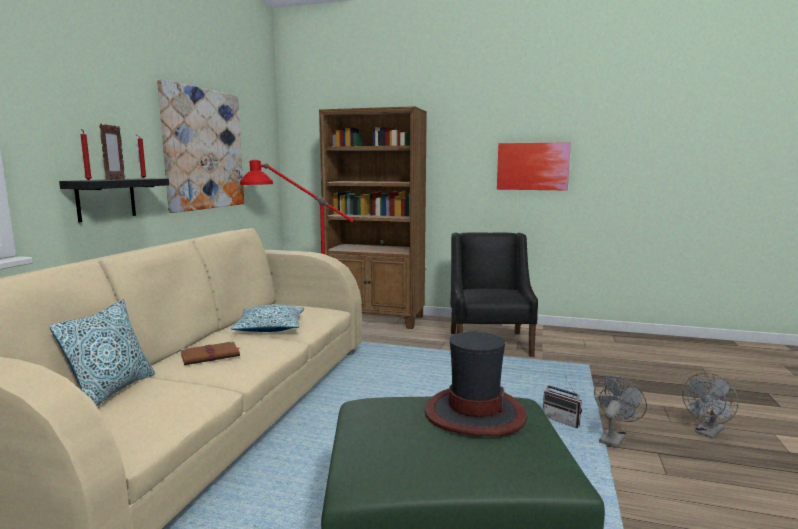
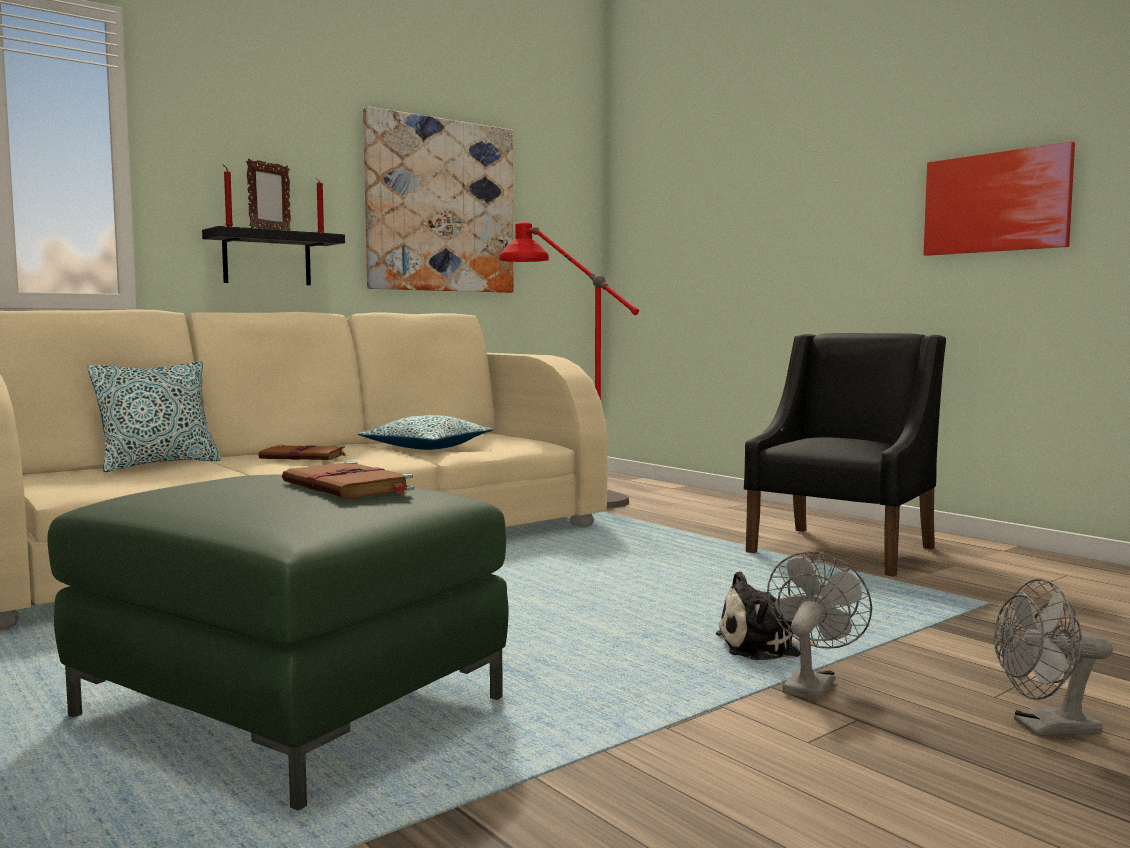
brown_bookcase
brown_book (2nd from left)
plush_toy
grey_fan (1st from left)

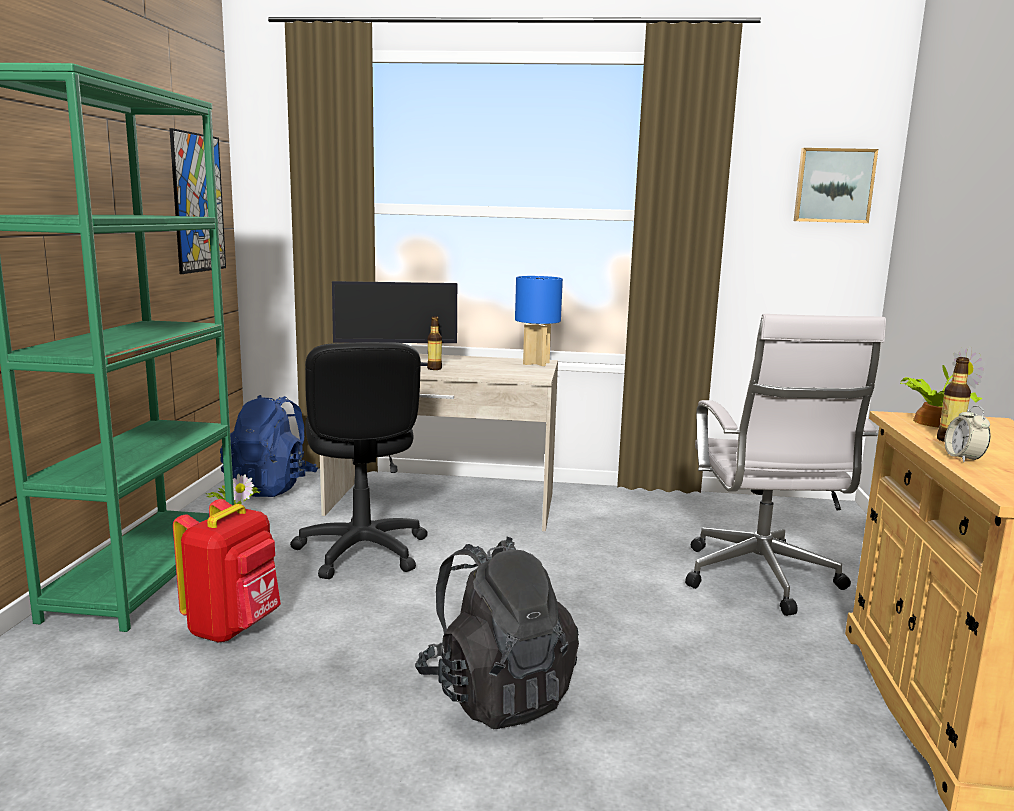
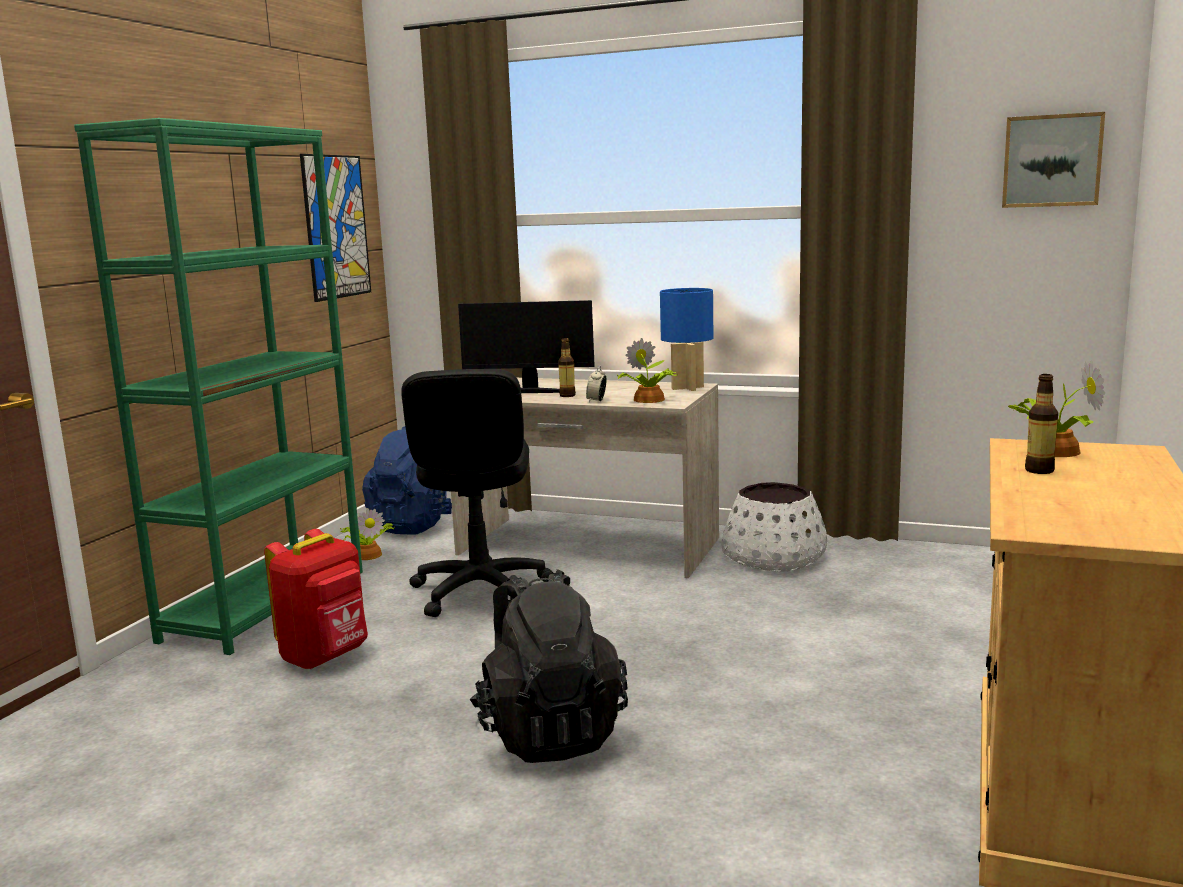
white_office_chair
alarm_clock
potted_plant (2nd from left)
white_planter

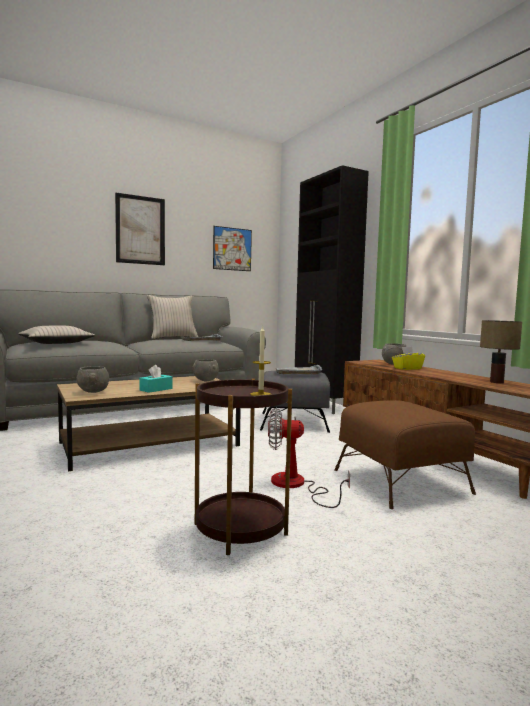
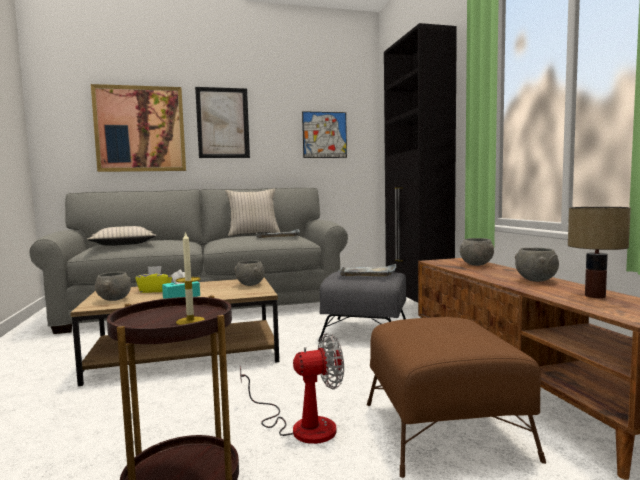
fan
yellow_tissue_box
picture (1st from left)
grey_bowl (4th from left)

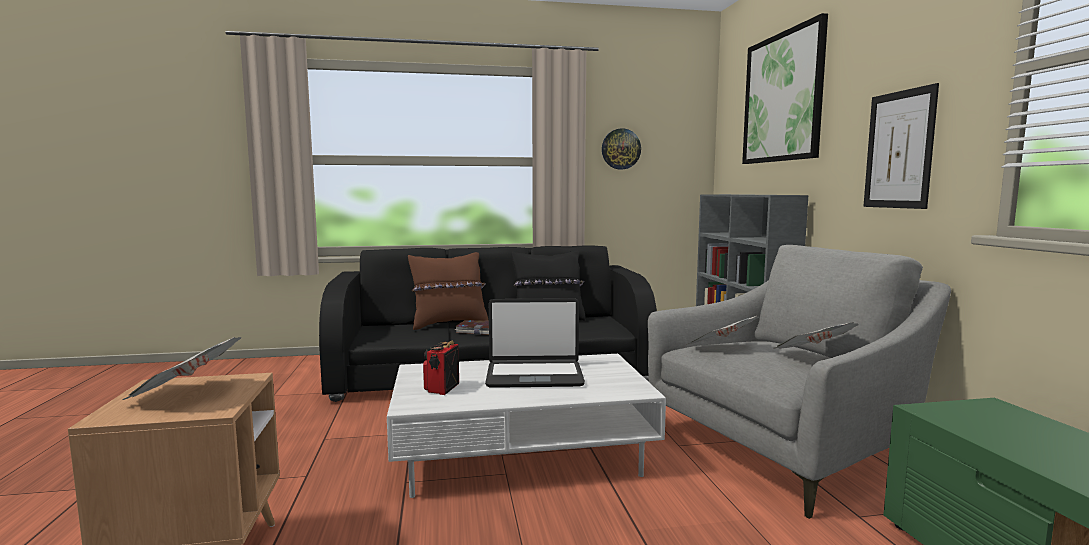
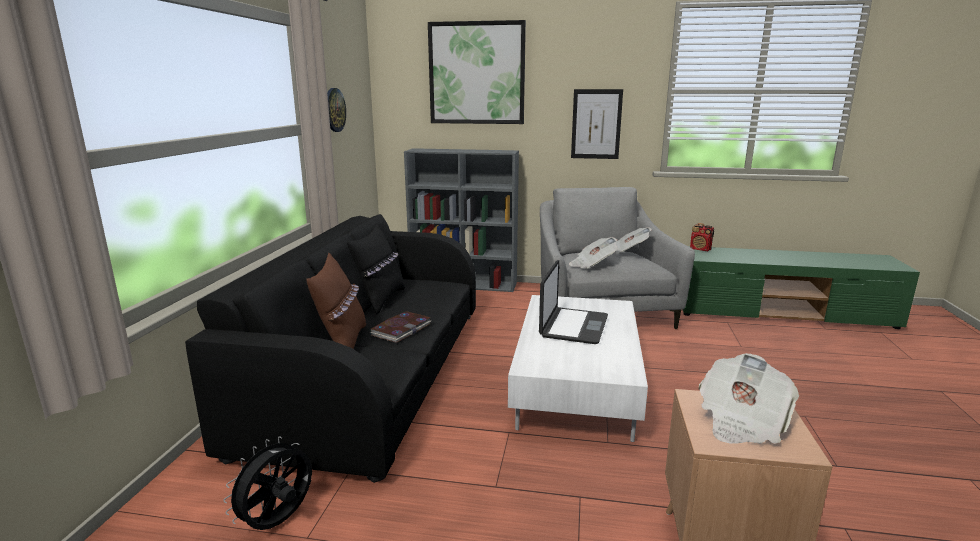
radio
black_fan

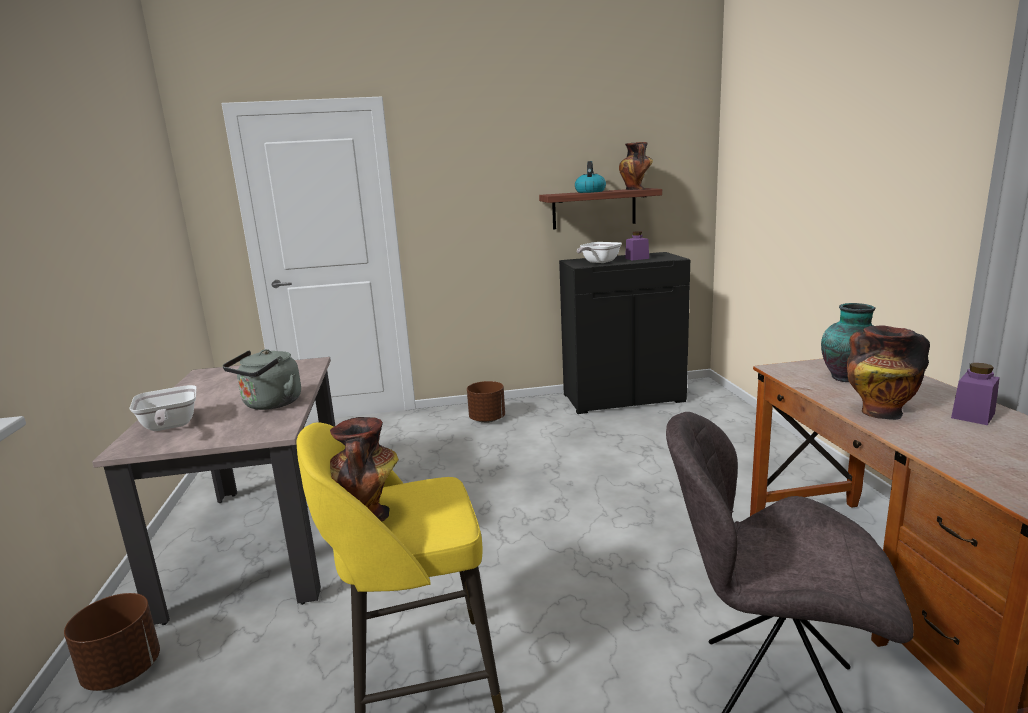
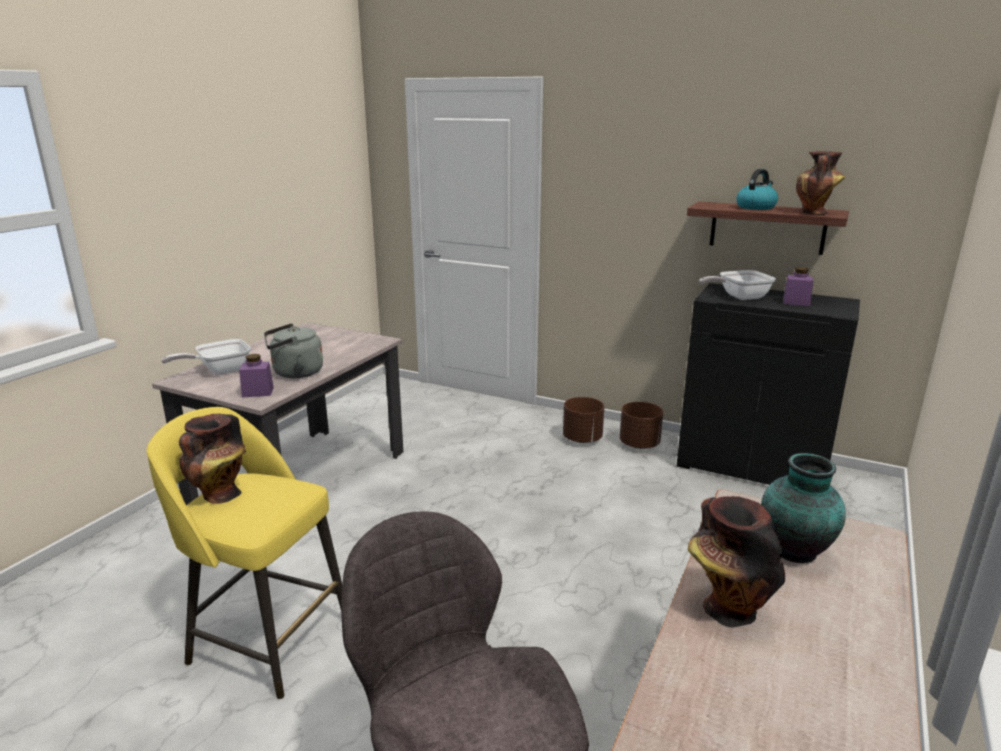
brown_planter (2nd from left)
frying_pan (1st from left)
purple_jar (1st from left)

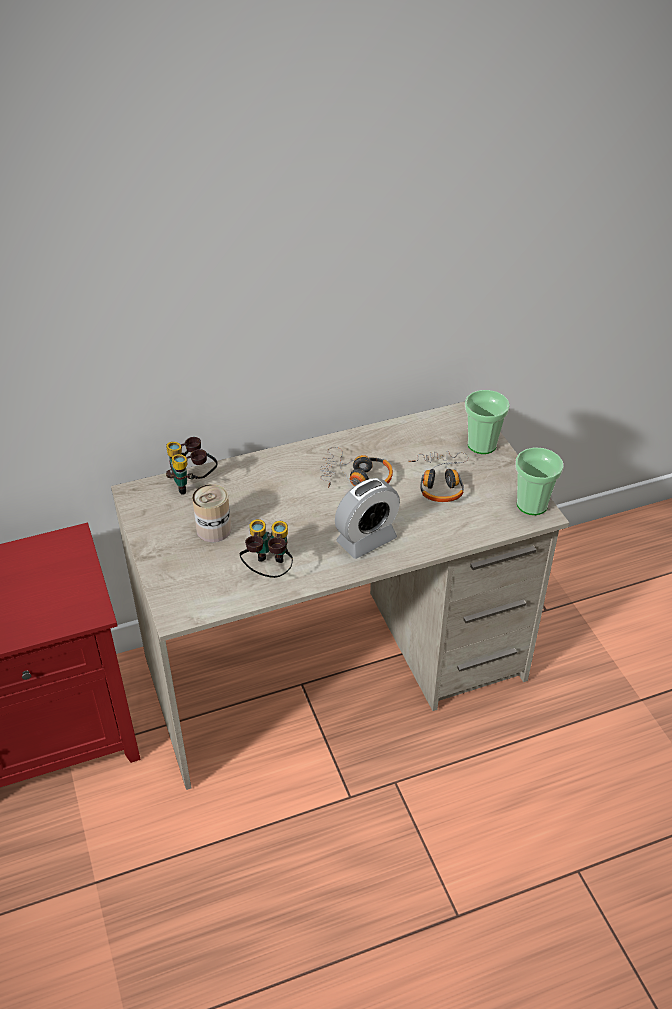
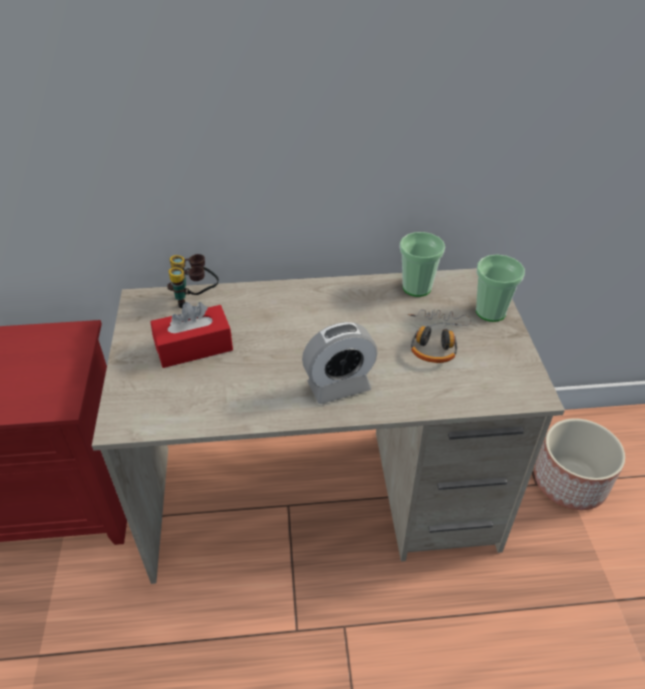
red_tissue_box
binoculars (2nd from left in the first image)
headphones (1st from left in the first image)
cup (1st from left)
planter

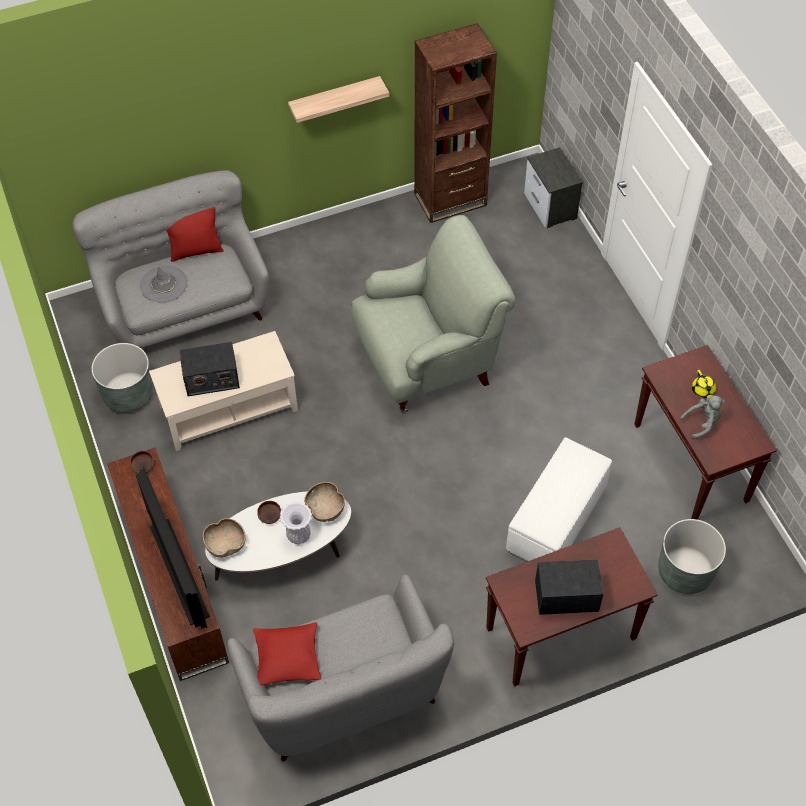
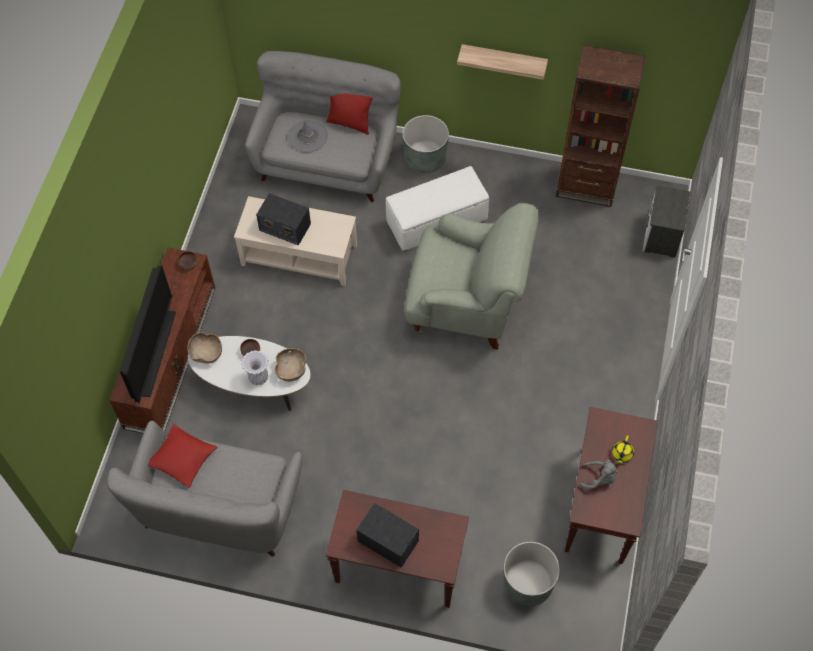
grey_planter (1st from left)
white_ottoman

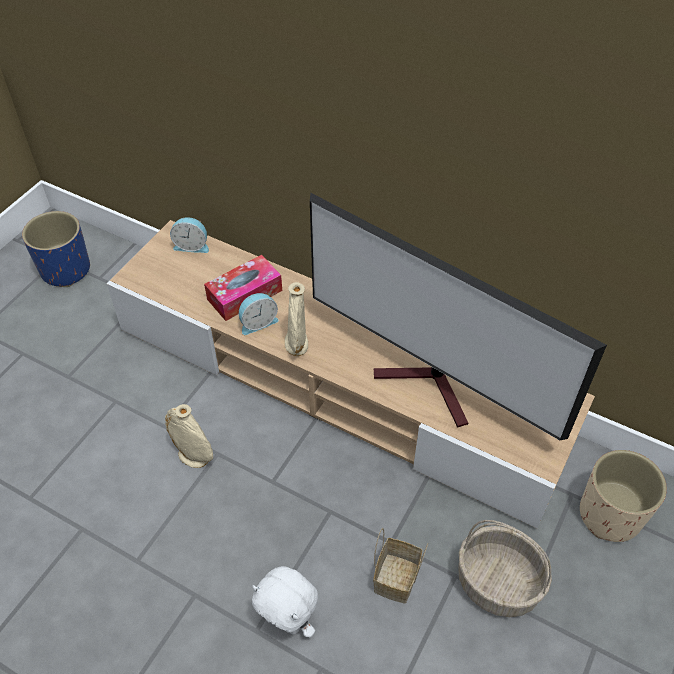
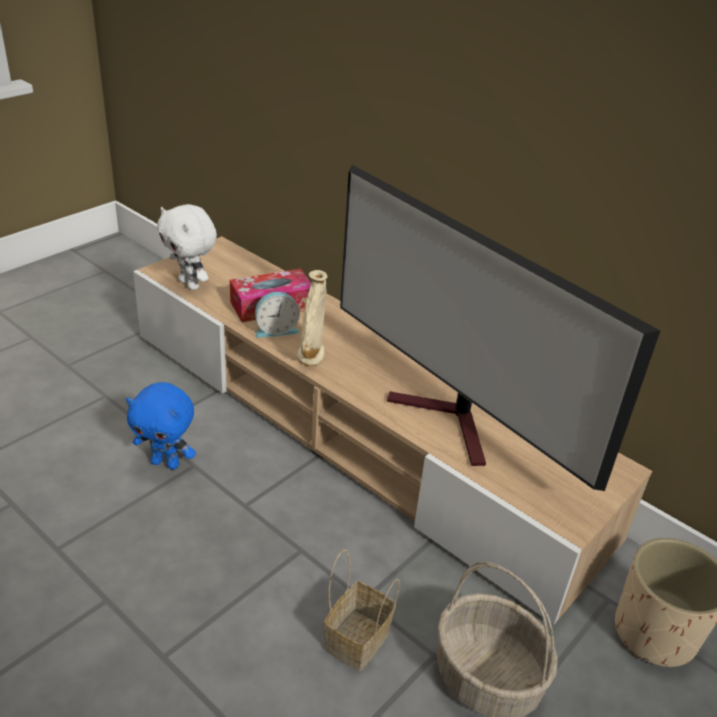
blue_planter
blue_plush_toy
alarm_clock (1st from left in the first image)
white_plush_toy

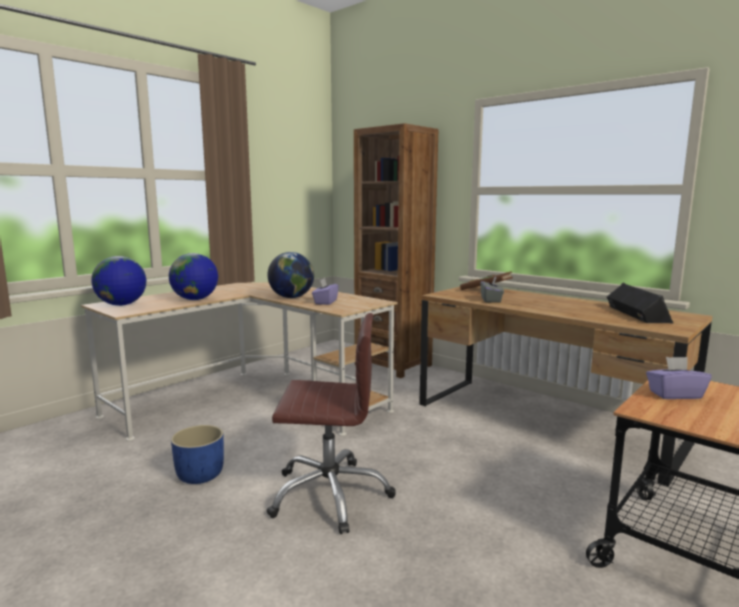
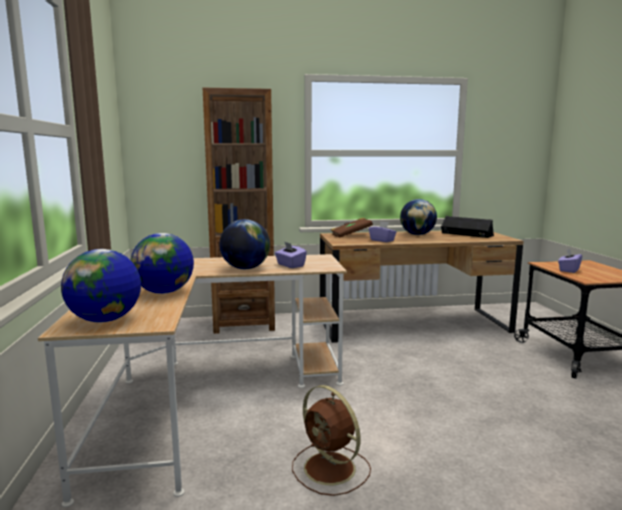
brown_fan
brown_office_chair
purple_tissue_box (2nd from left)
globe (4th from left)

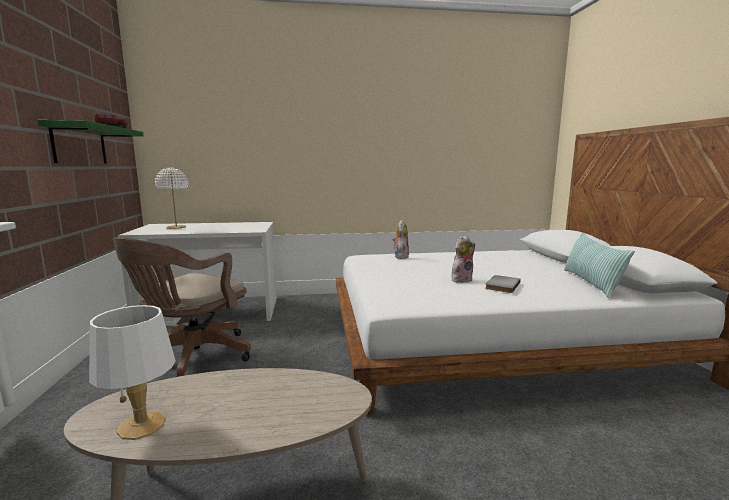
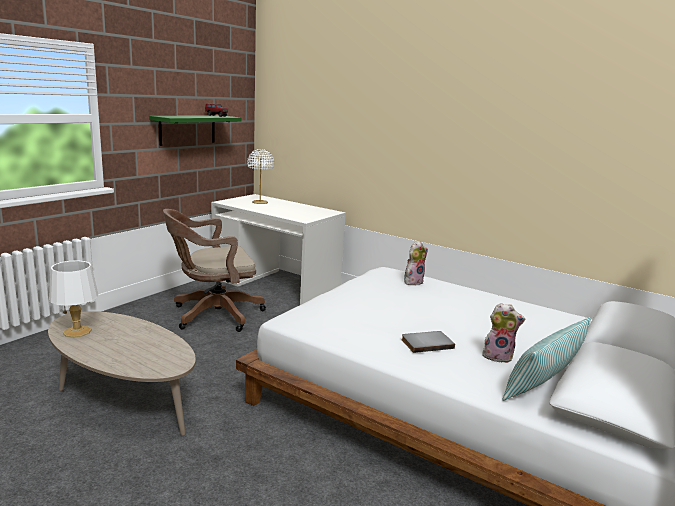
plush_toy (2nd from left)

